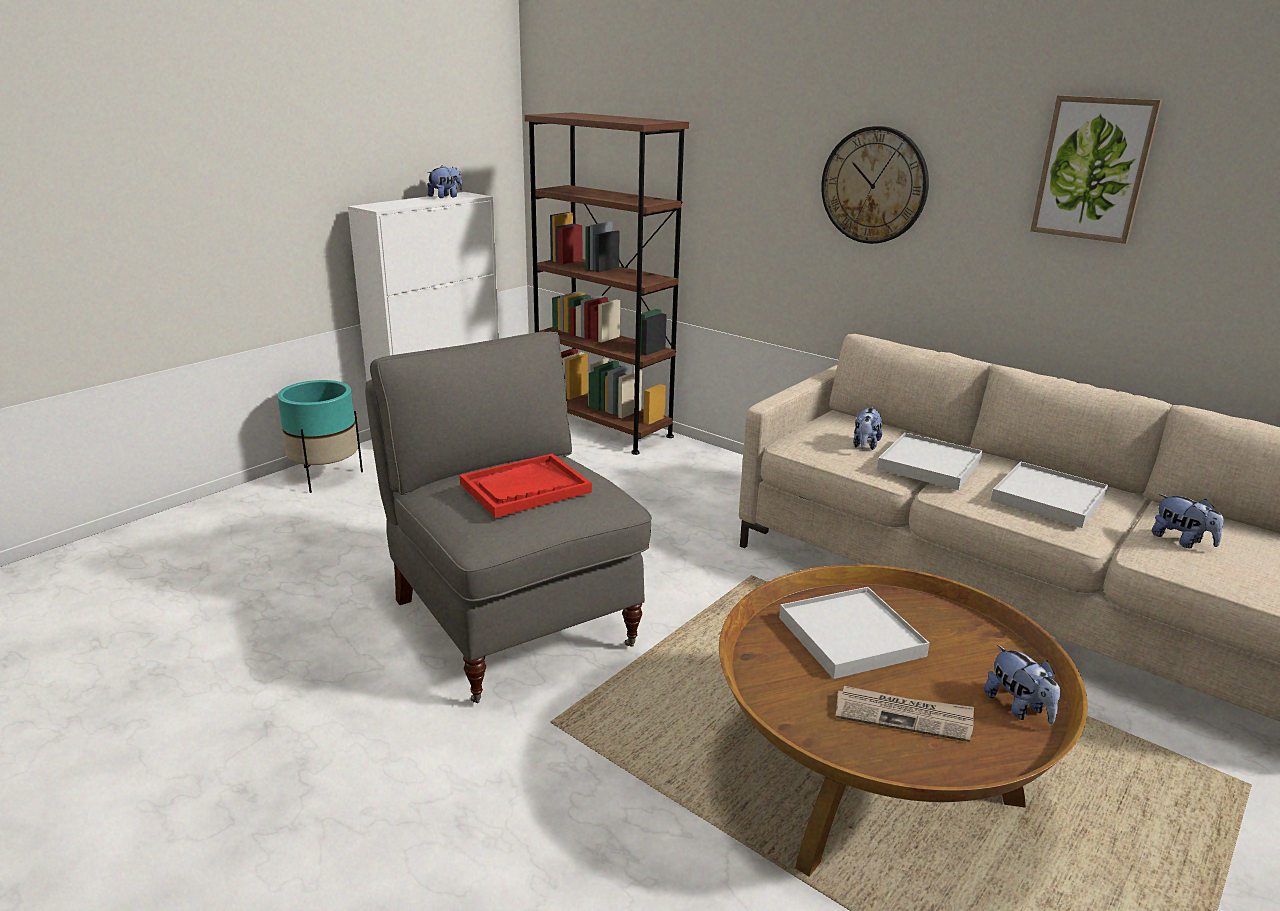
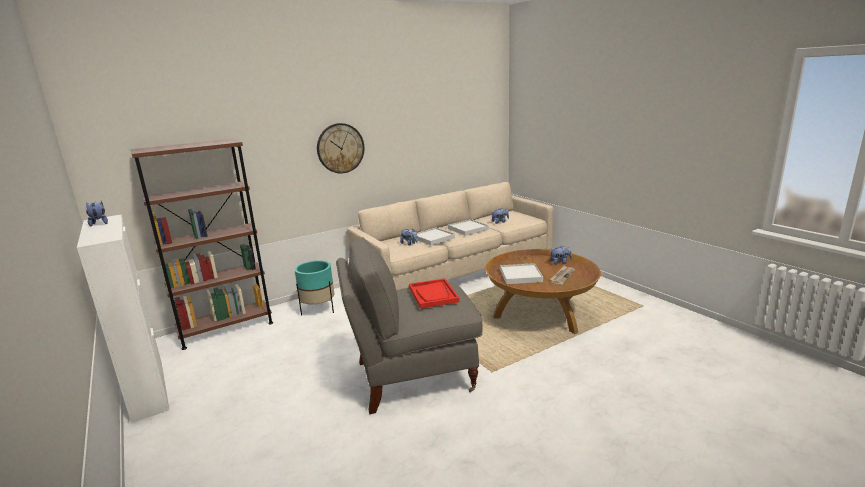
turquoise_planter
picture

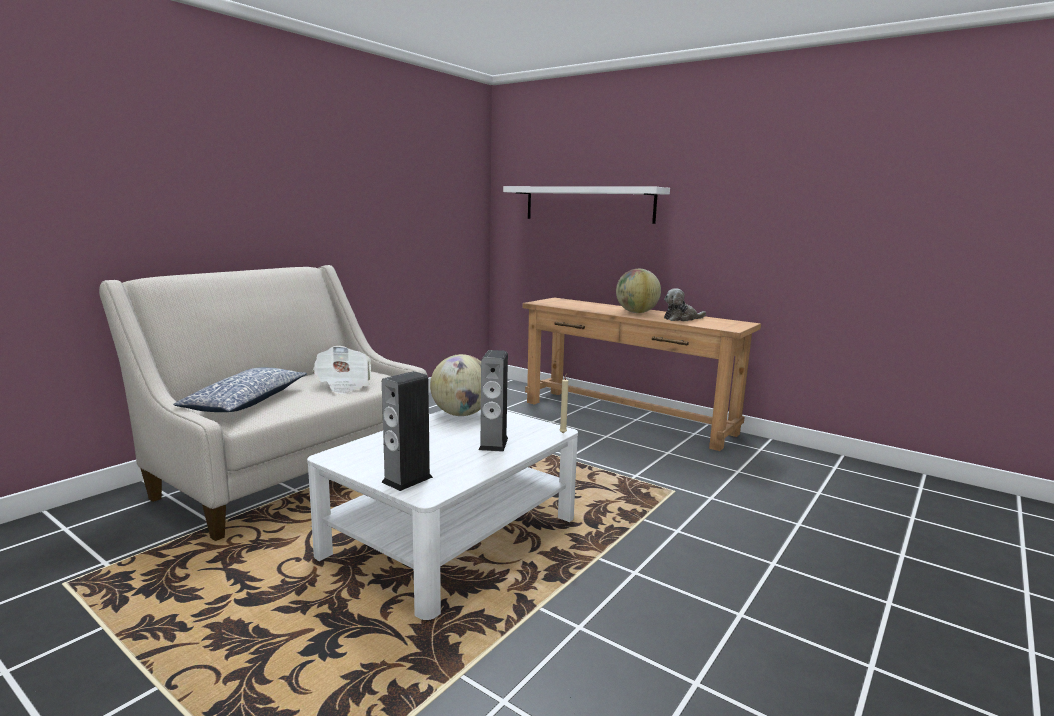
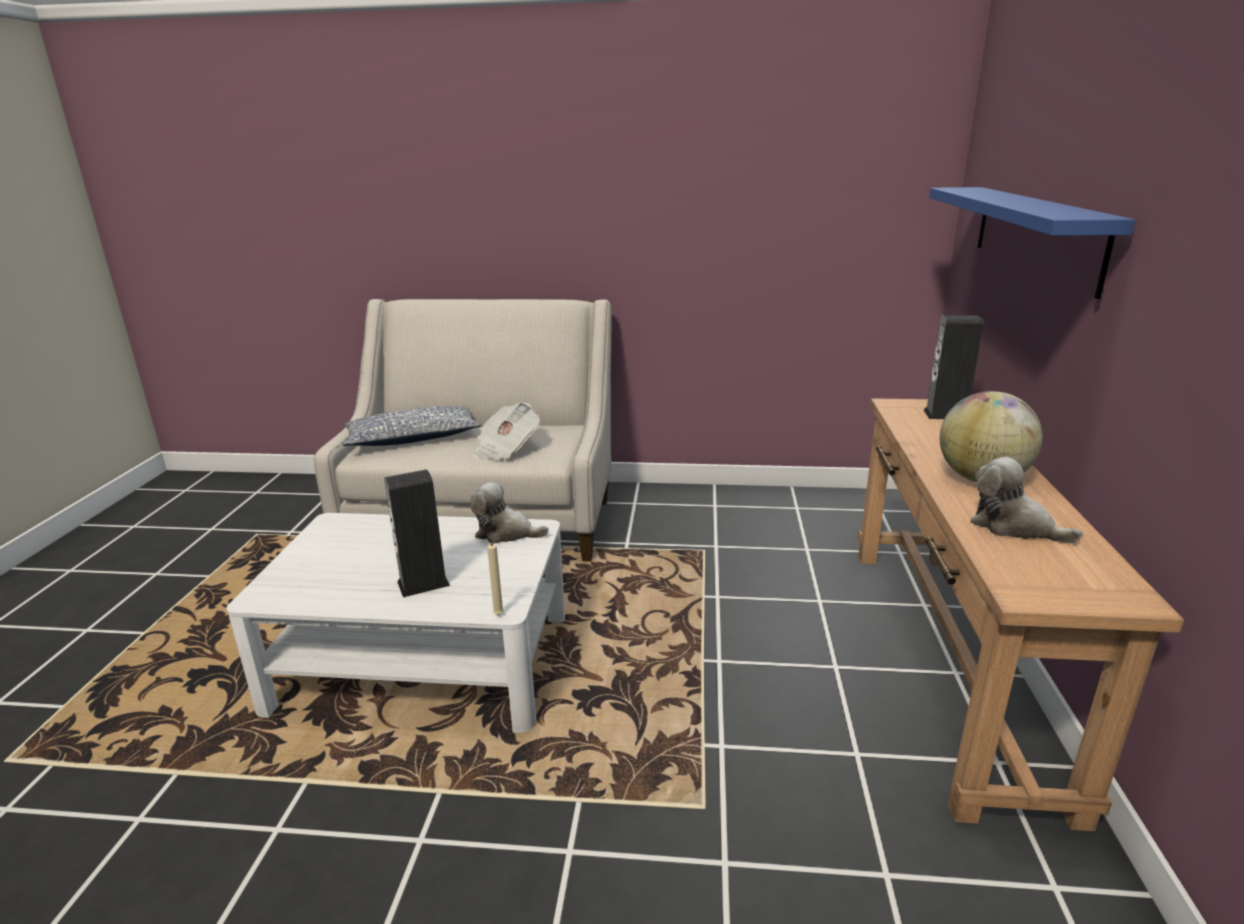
speaker (2nd from left)
plush_toy (1st from left)
blue_shelf

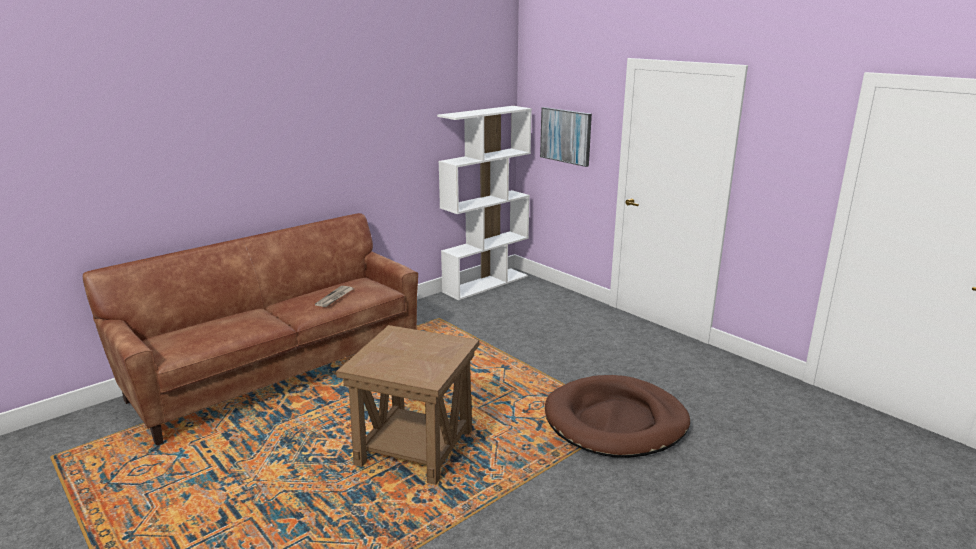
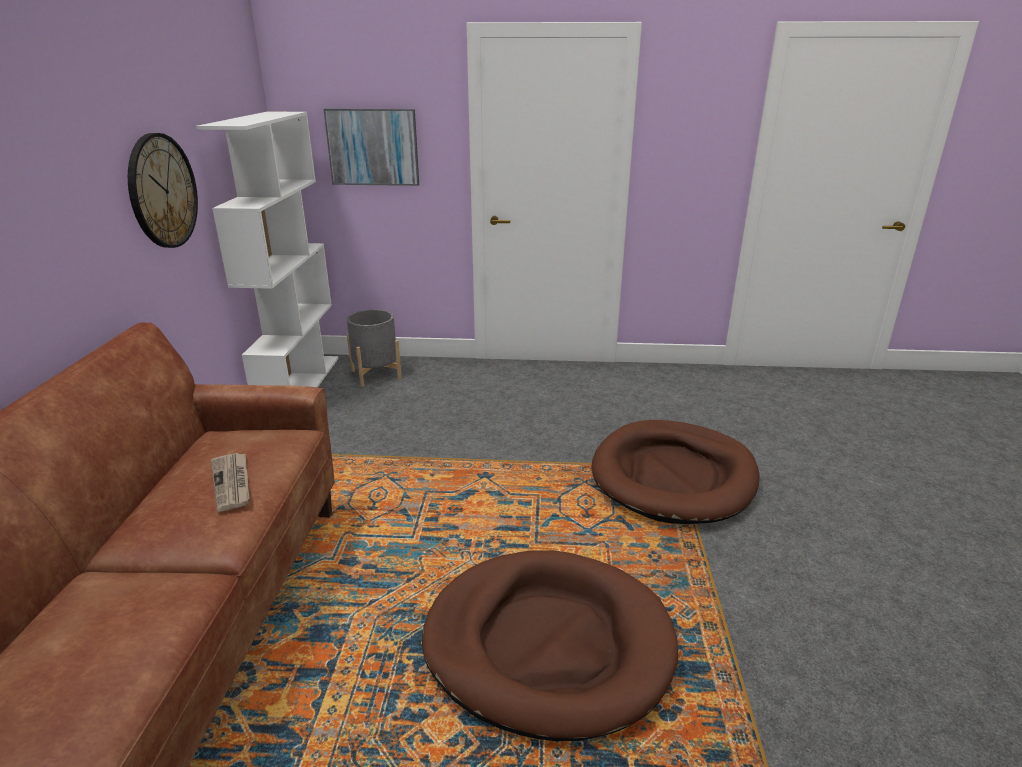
brown_dog_bed (1st from left)
wall_clock
grey_planter

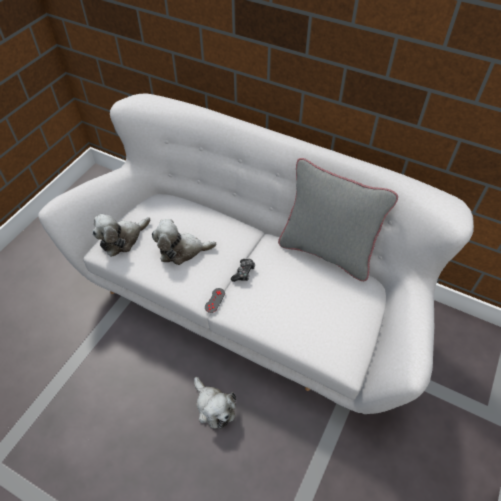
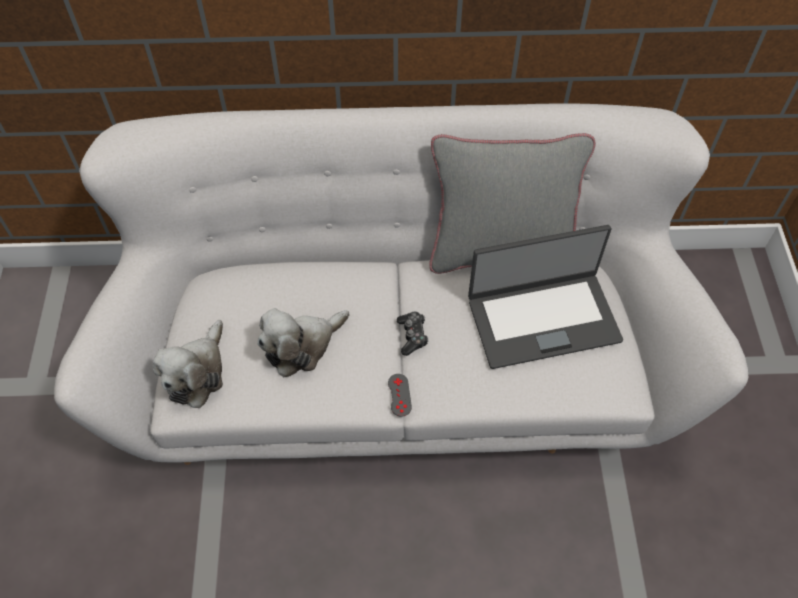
plush_toy (3rd from left in the first image)
laptop

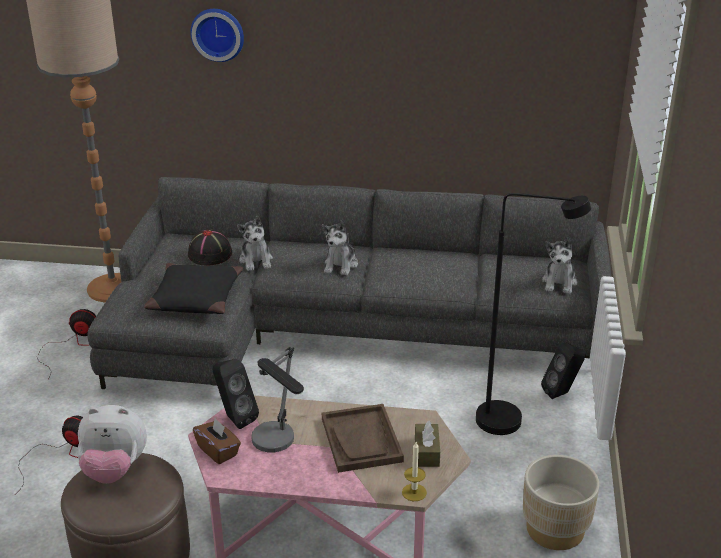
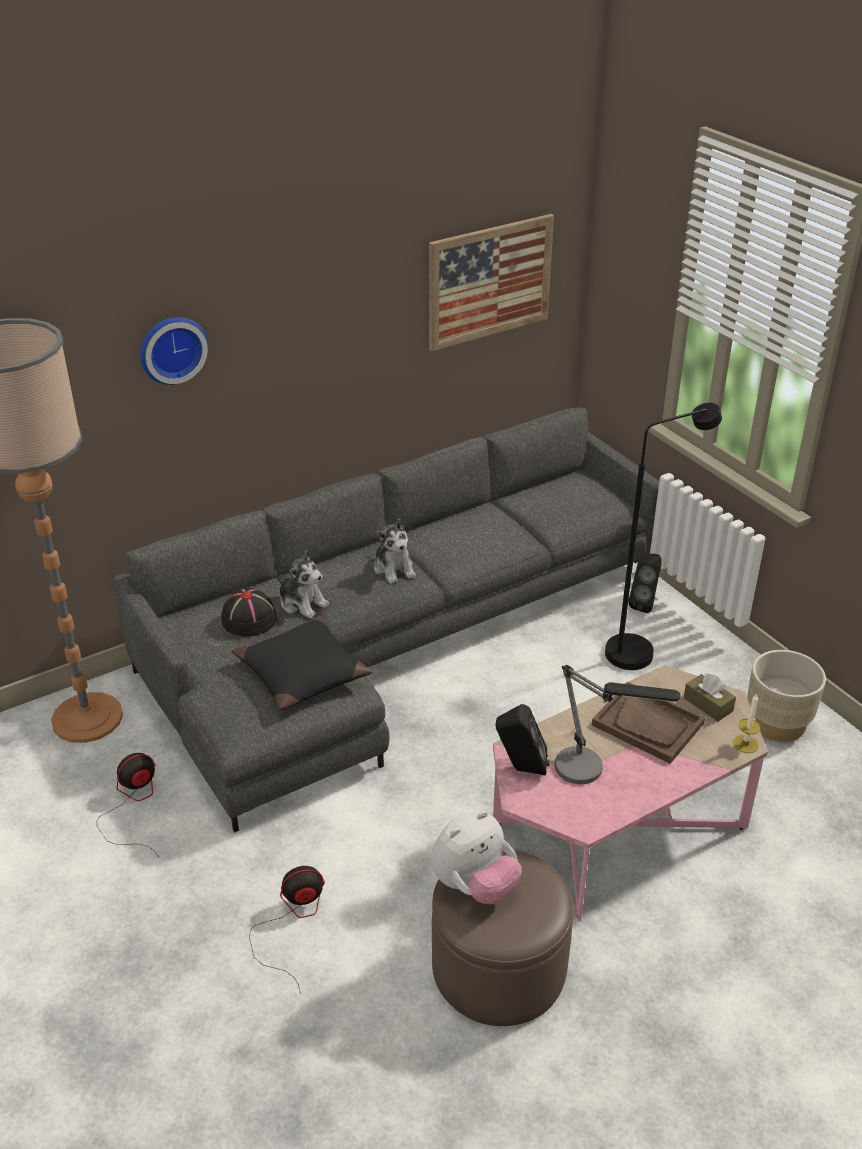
brown_tissue_box (1st from left in the first image)
plush_toy (4th from left in the first image)
picture

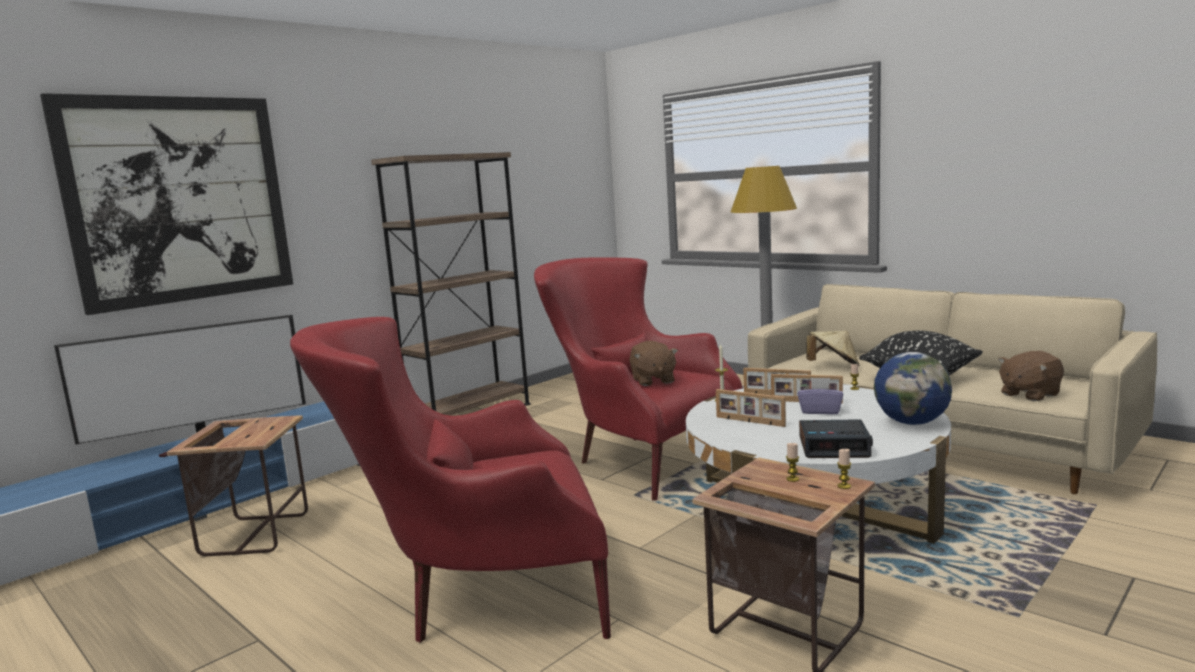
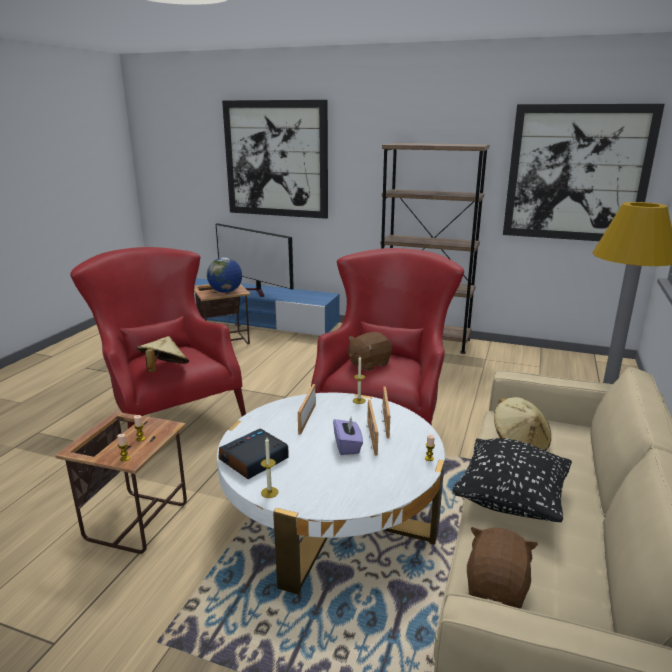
alarm_clock
globe
brown_plush_toy (2nd from left)
beige_hat (1st from left)
candle (3rd from left)
picture (2nd from left)

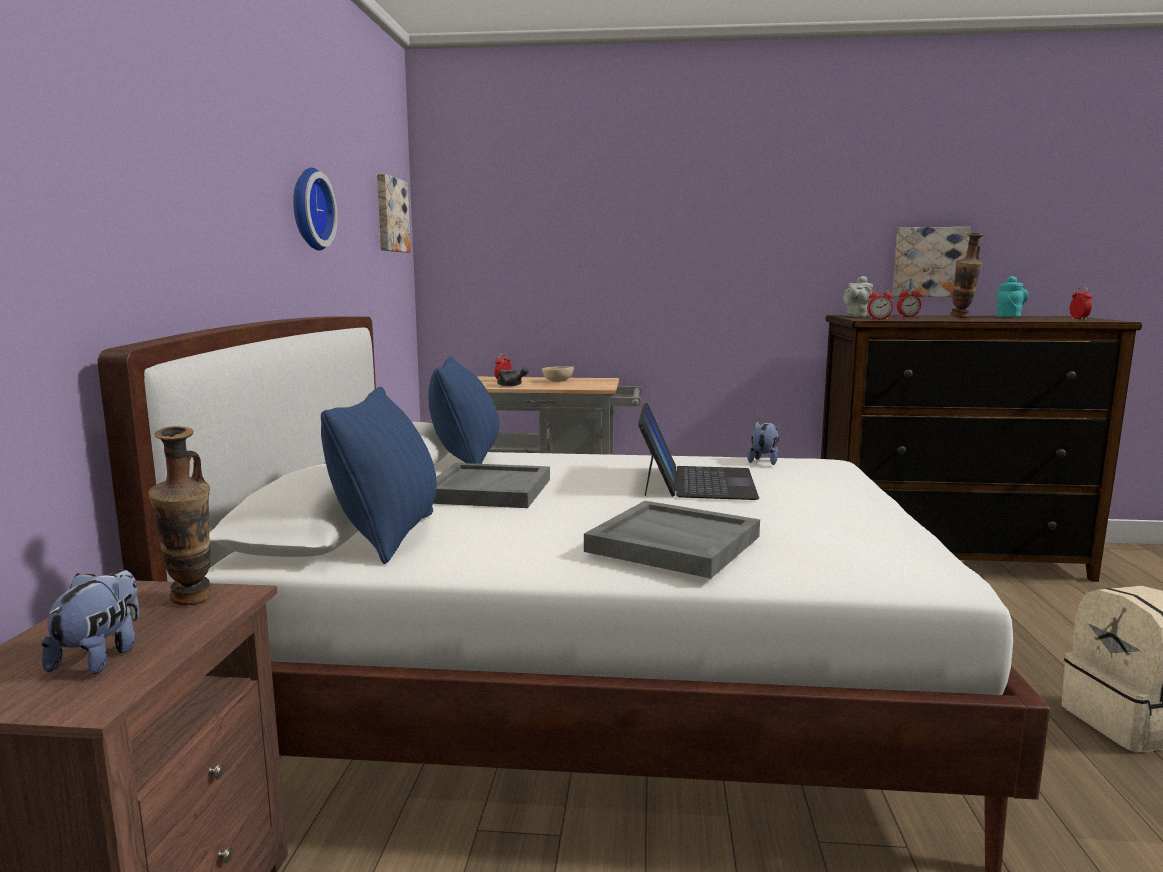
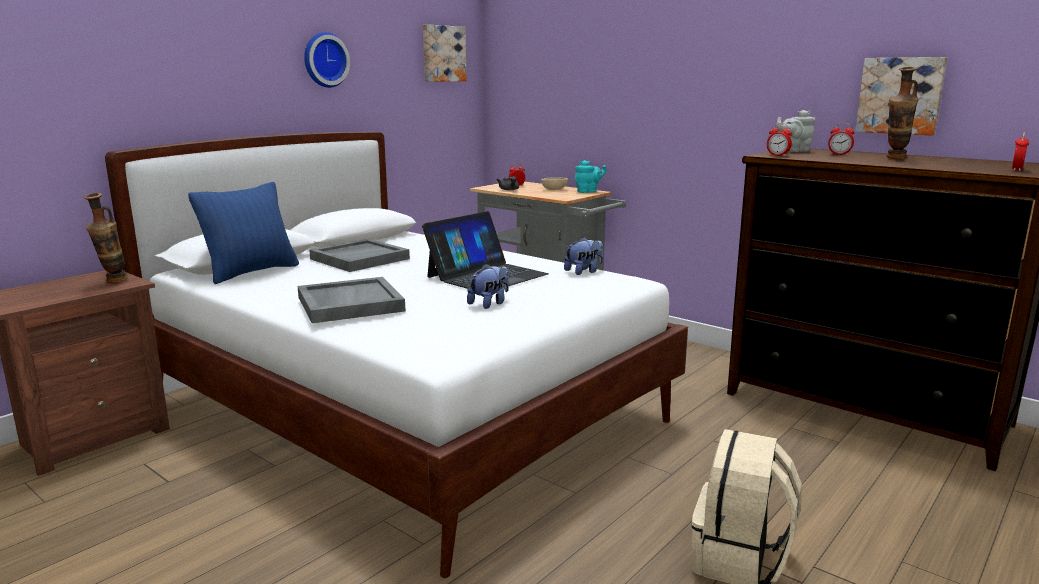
plush_toy (1st from left)
blue_pillow (2nd from left in the first image)
turquoise_teapot

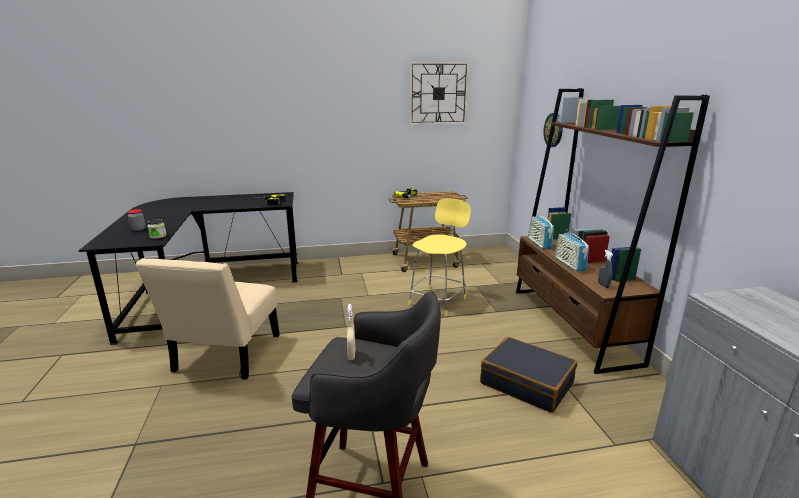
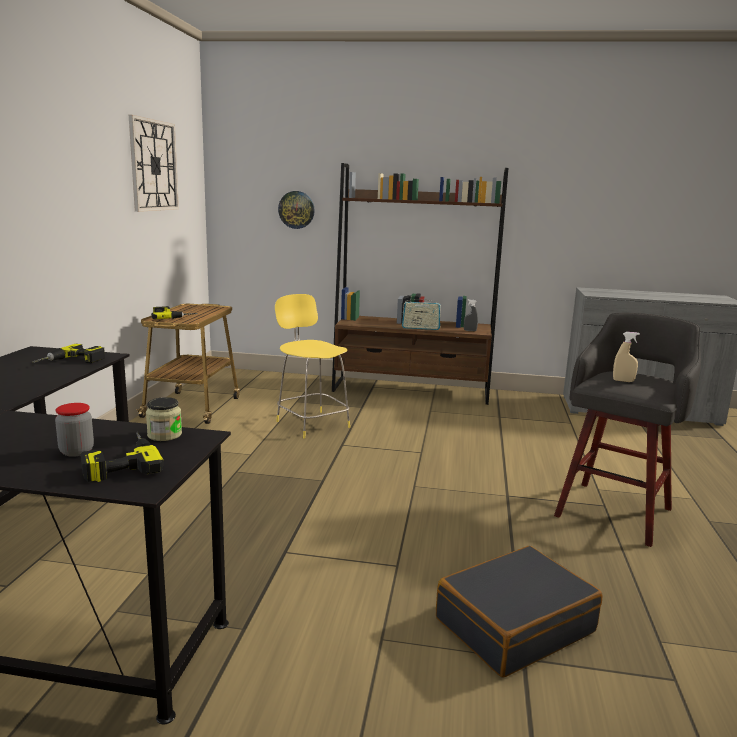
beige_chair
black_suitcase
radio (1st from left in the first image)
power_drill (2nd from left)

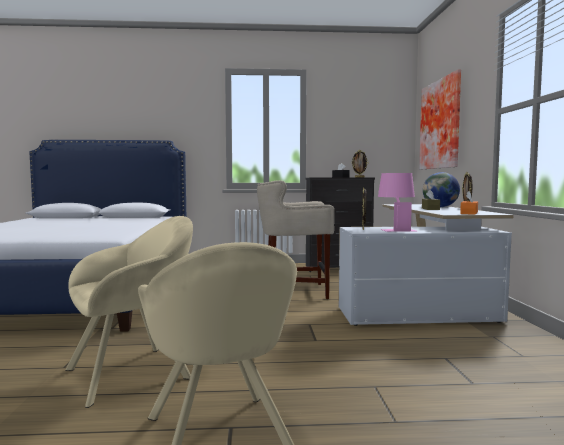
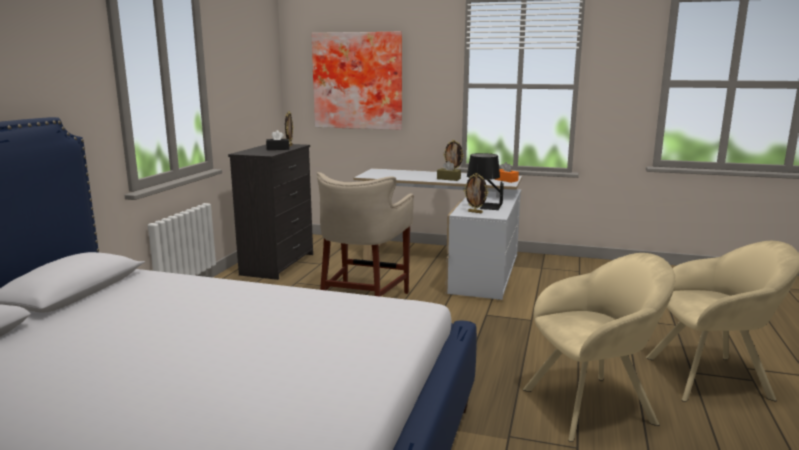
beige_armchair (1st from left)
black_table_lamp
globe

